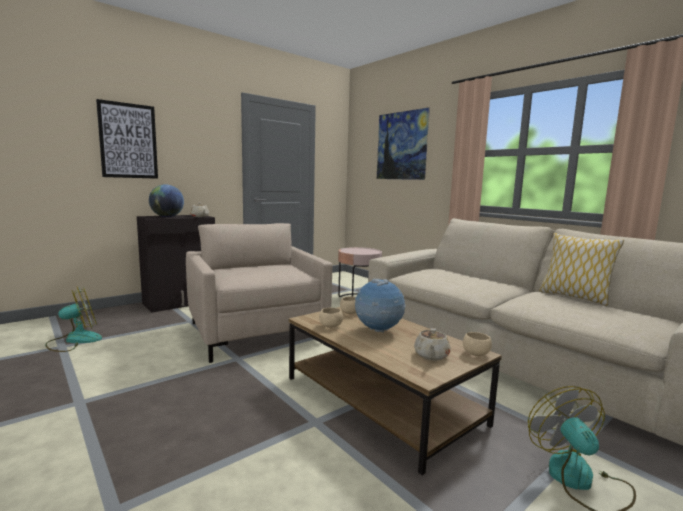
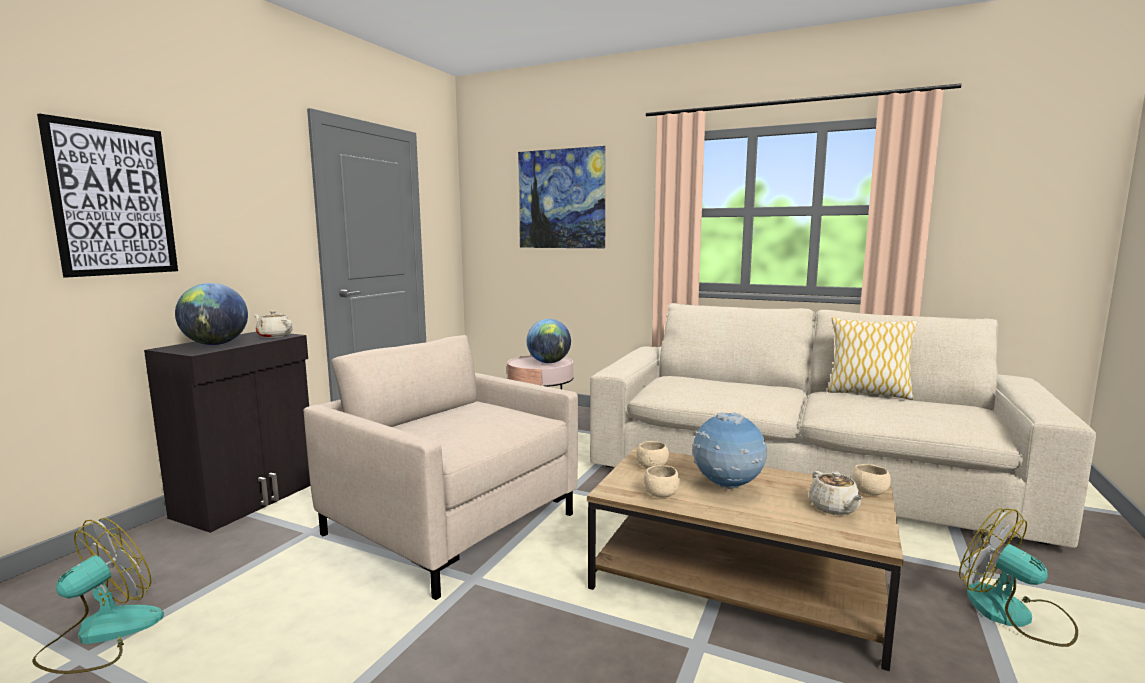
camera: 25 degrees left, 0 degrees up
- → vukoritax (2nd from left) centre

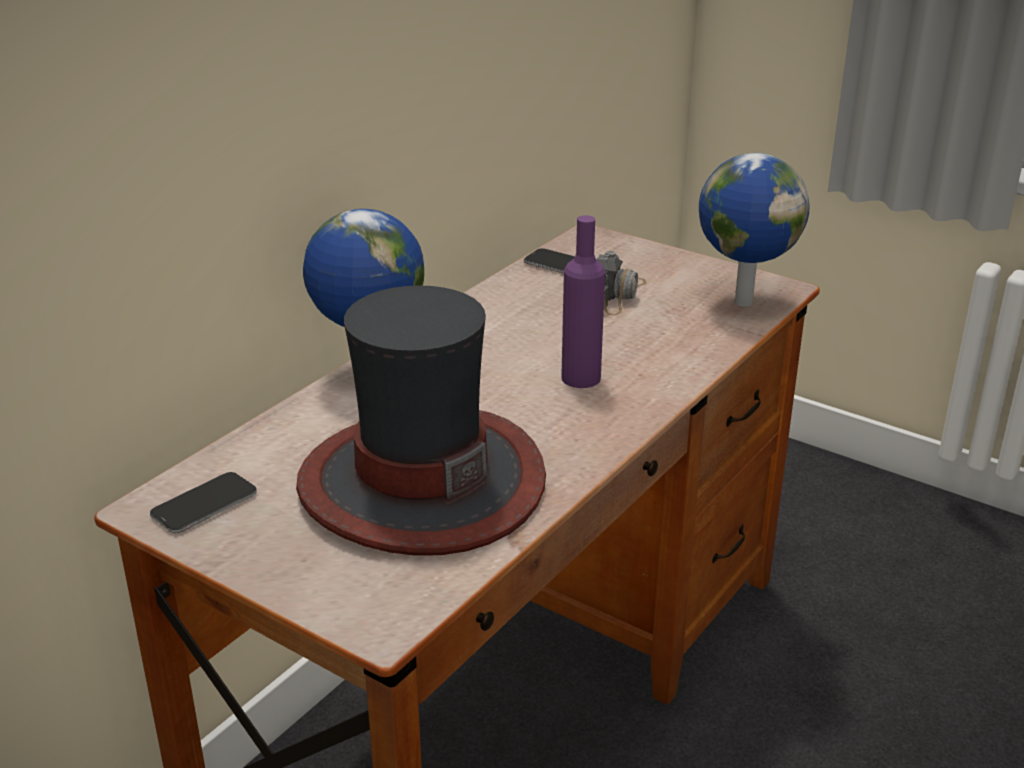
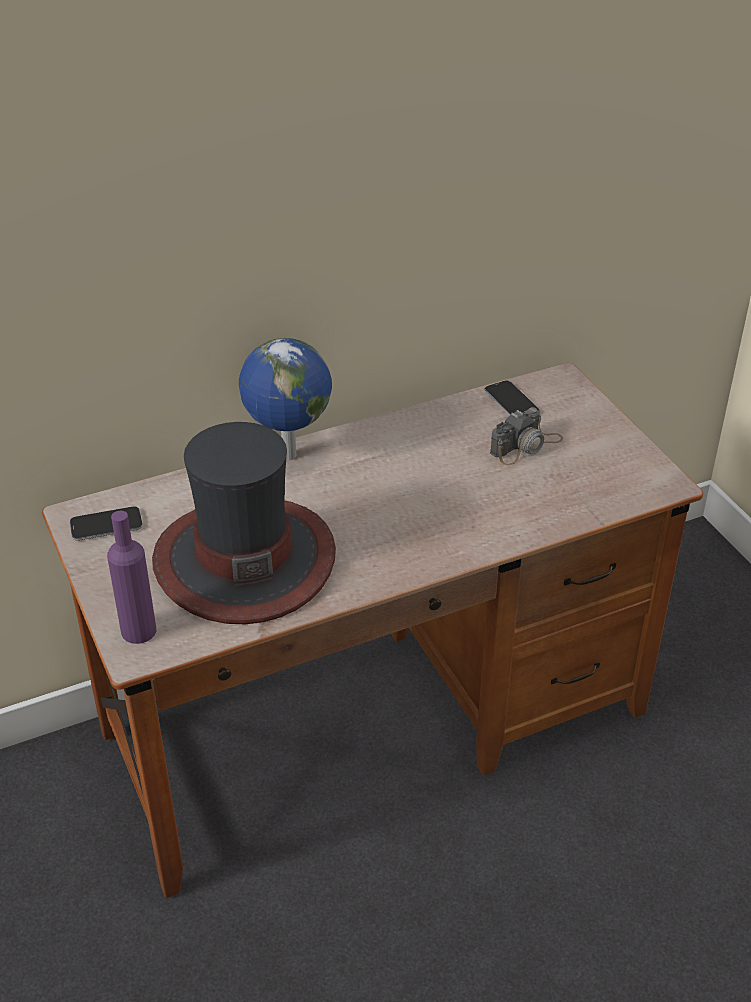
camera: 30 degrees right, 10 degrees up
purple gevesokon centre → purple gevesokon middle left, moved
vukoritax (2nd from left) top right → -

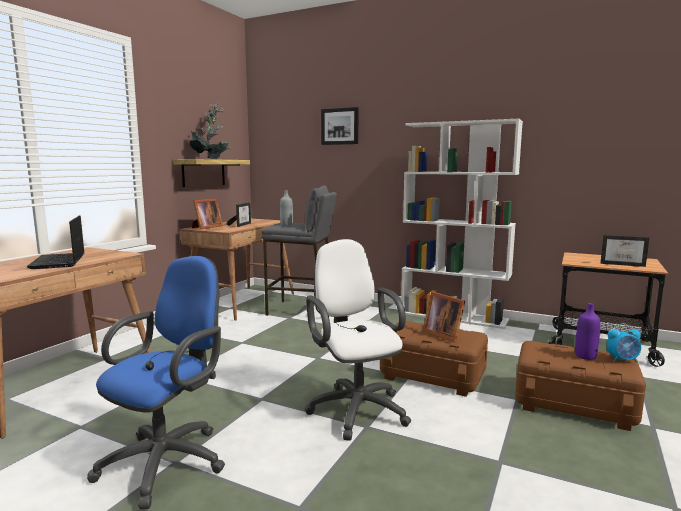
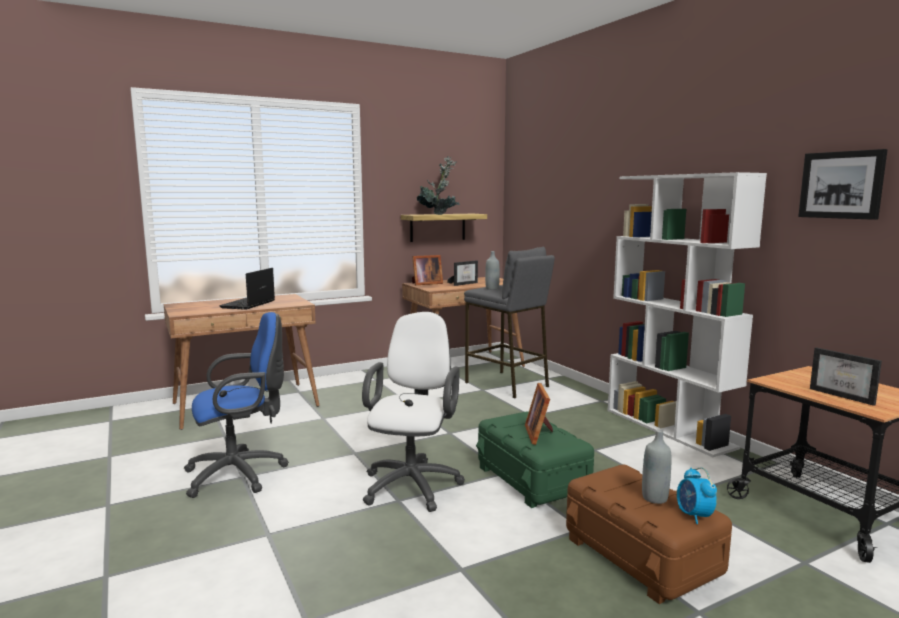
camera: 35 degrees right, 0 degrees up
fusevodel top centre → fusevodel top right, moved
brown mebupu (1st from left) bottom centre → green mebupu bottom centre
purple gevesokon middle right → grey gevesokon (2nd from left) bottom right
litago bottom right, 45 degrees clockwise

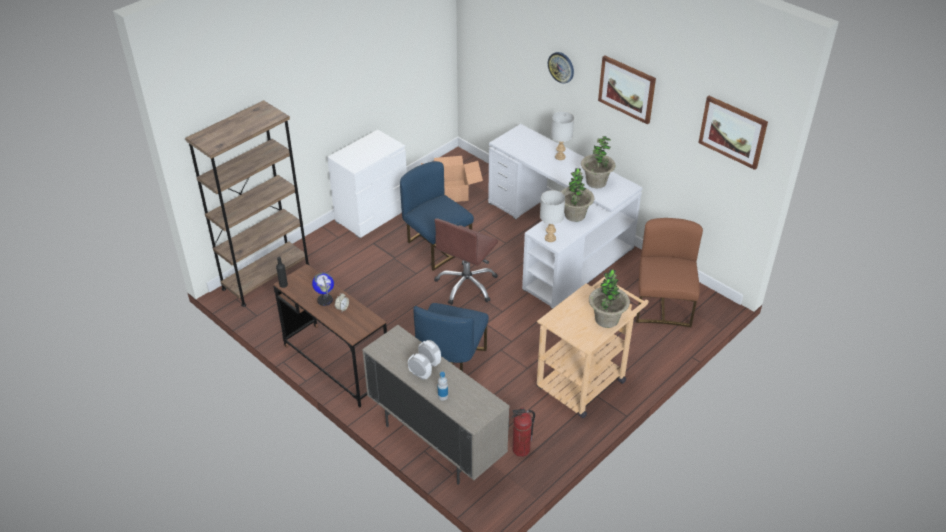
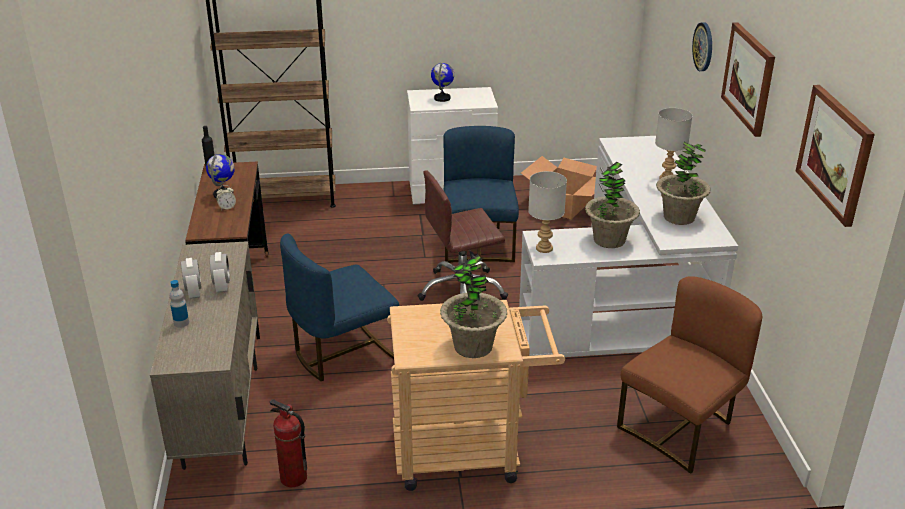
camera: 40 degrees right, 10 degrees down
- → vukoritax (2nd from left) top centre

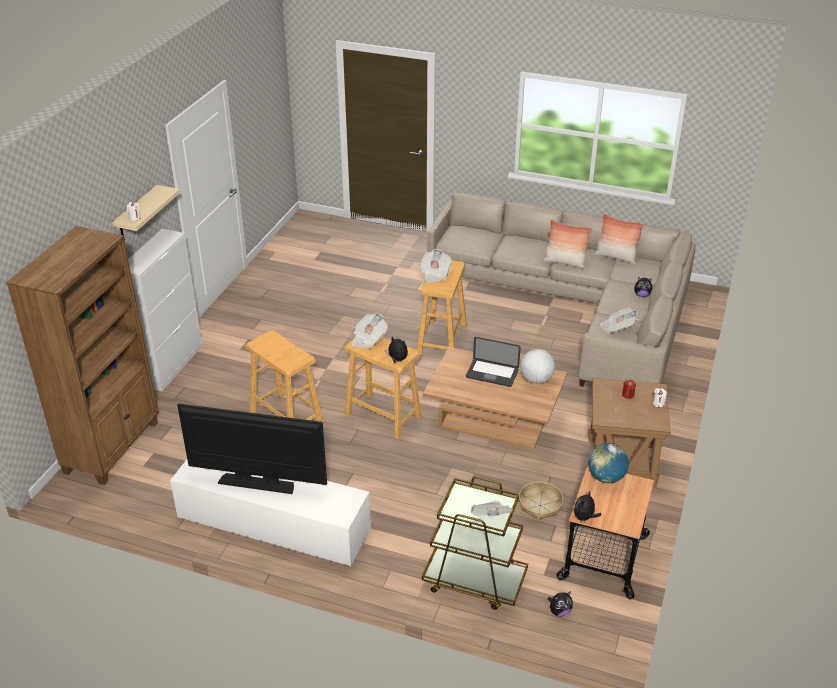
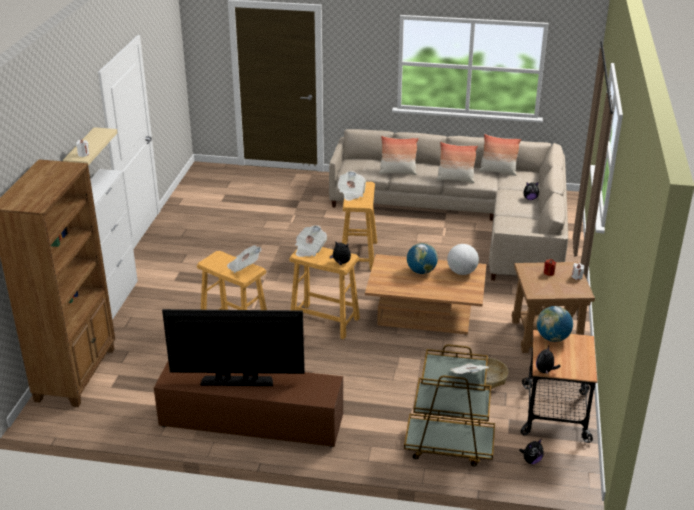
camera: 10 degrees left, 5 degrees down
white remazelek bottom left → brown remazelek bottom centre
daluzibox centre → vukoritax (1st from left) centre
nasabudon (4th from left in the first image) middle right → nasabudon (1st from left) centre, moved
- → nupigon (1st from left) top centre

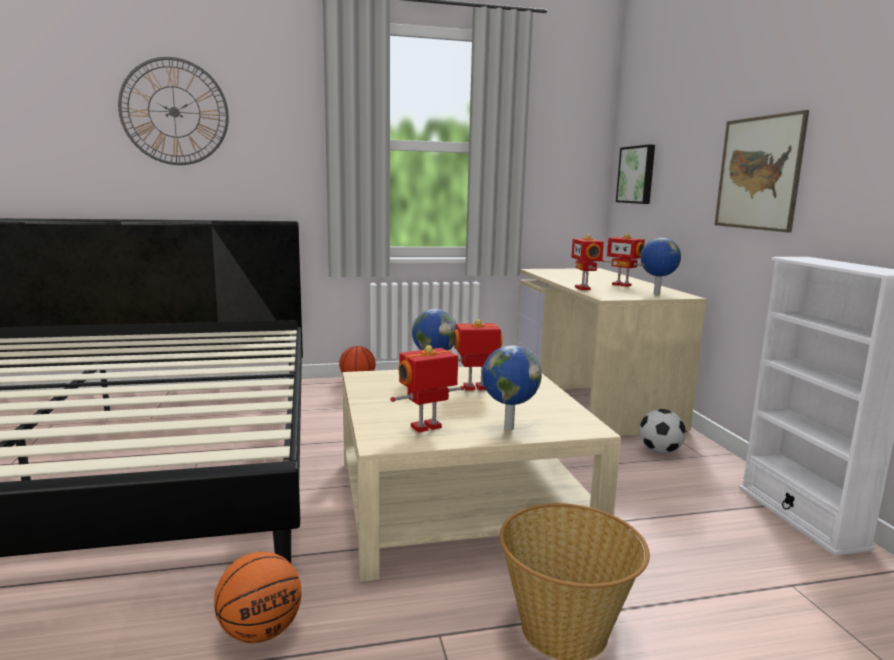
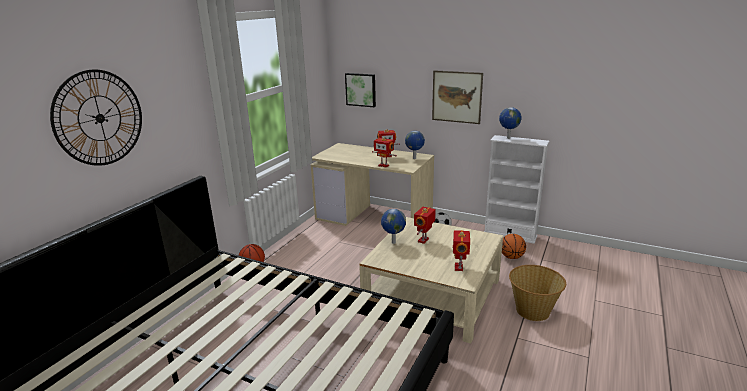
camera: 50 degrees left, 10 degrees up
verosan (1st from left in the first image) bottom left → verosan (2nd from left) middle right, moved
vukoritax (2nd from left in the first image) centre → vukoritax (3rd from left) top right, moved

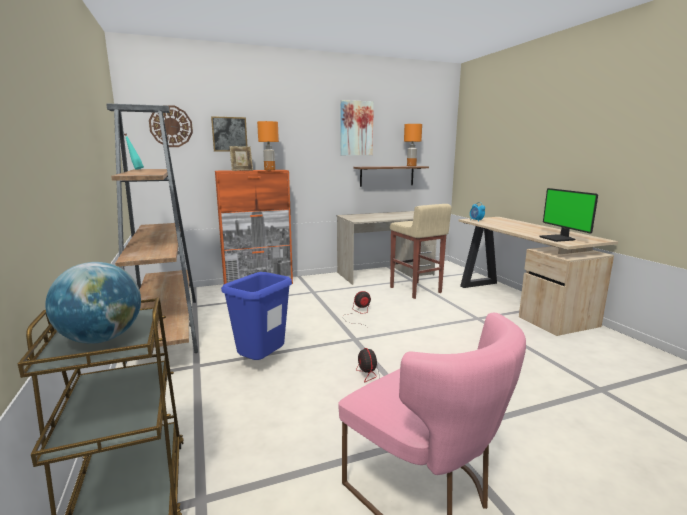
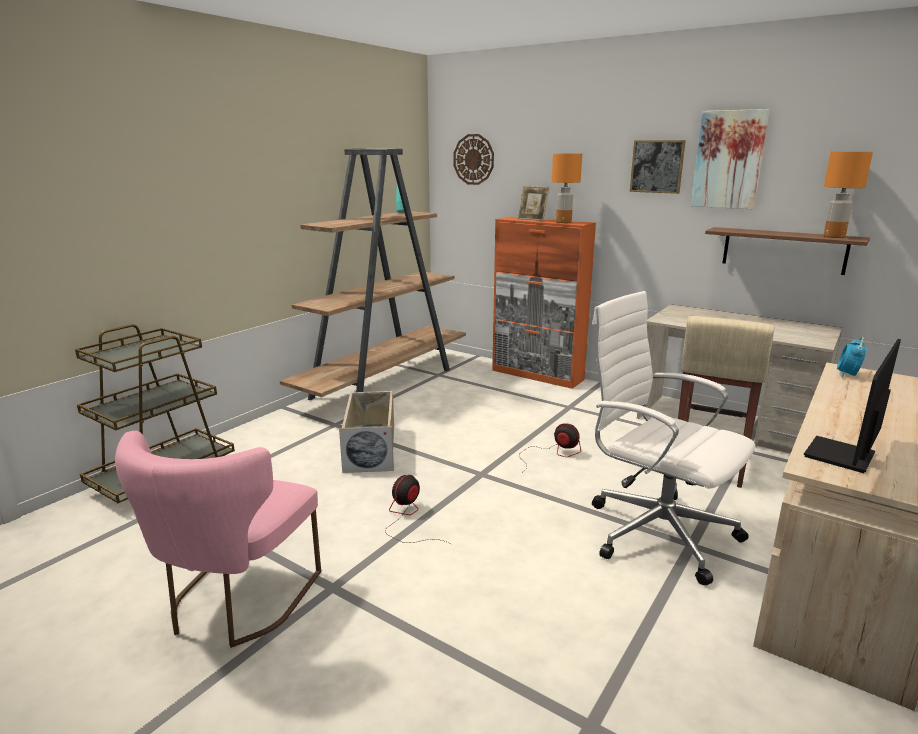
camera: 55 degrees right, 5 degrees up
vukoritax middle left → -
fusevodel (1st from left) top centre → fusevodel (1st from left) top right, moved
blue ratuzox centre → beige mebupu centre
- → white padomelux middle right

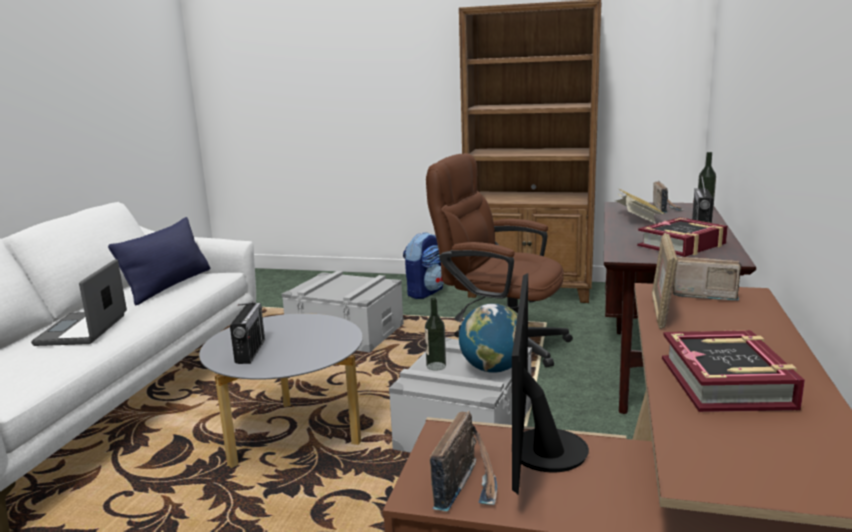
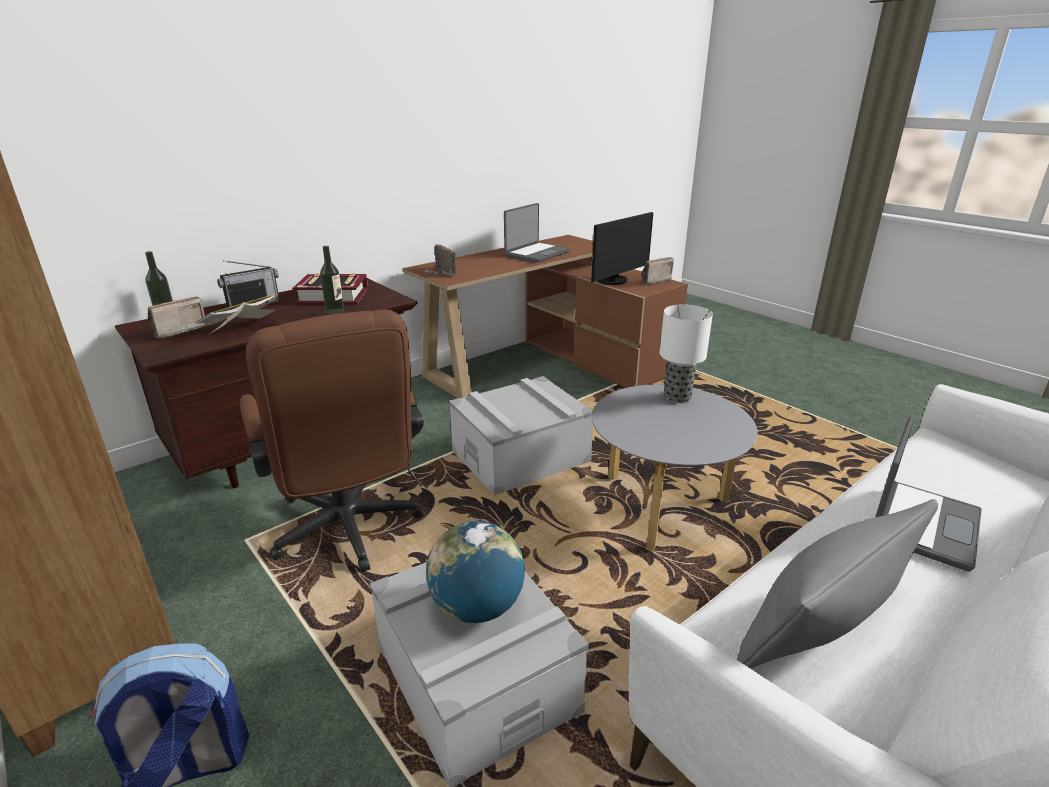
camera: 145 degrees left, 10 degrees up
blue nupigon middle left → grey nupigon bottom right
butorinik (1st from left) middle left → -
gevesokon (1st from left in the first image) centre → gevesokon (2nd from left) middle left, moved
vukoritax centre → vukoritax bottom centre, moved
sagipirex middle right → -
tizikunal (3rd from left) bottom right → daluzibox (1st from left) top centre
- → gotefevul centre

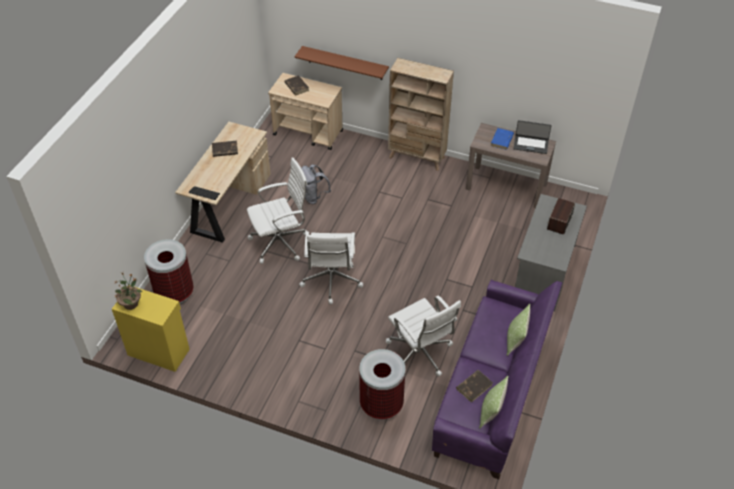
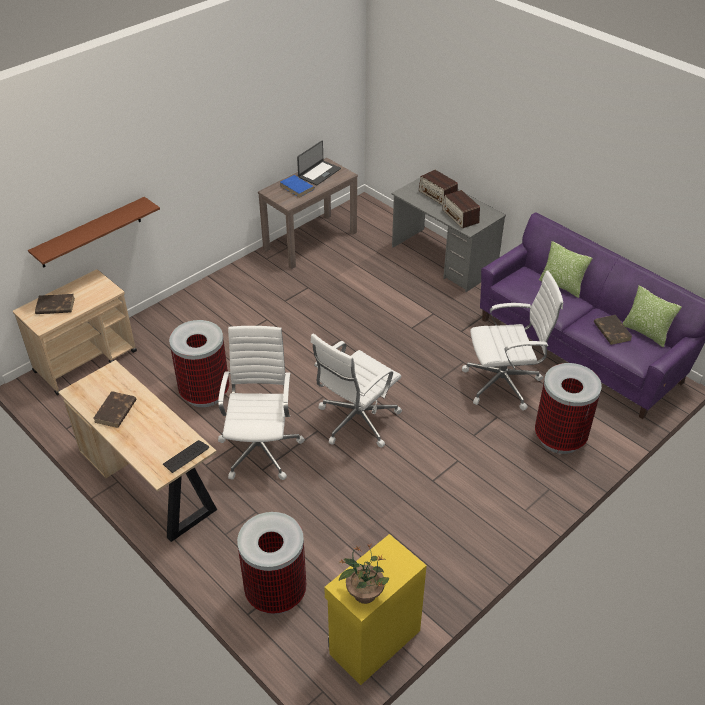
camera: 65 degrees left, 5 degrees down
white padomelux (2nd from left) centre, 105 degrees clockwise
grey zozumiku centre → ratuzox (1st from left) middle left
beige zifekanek top centre → -
- → butorinik (2nd from left) top centre

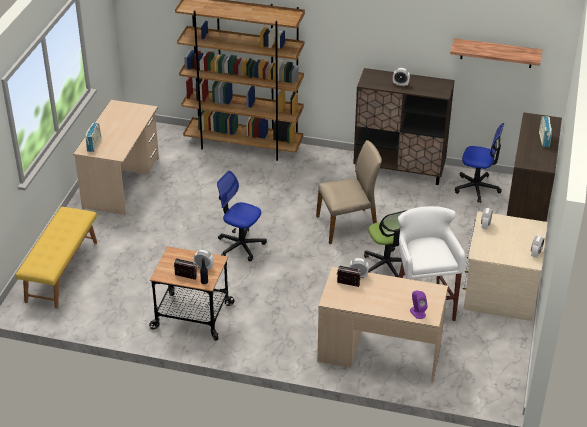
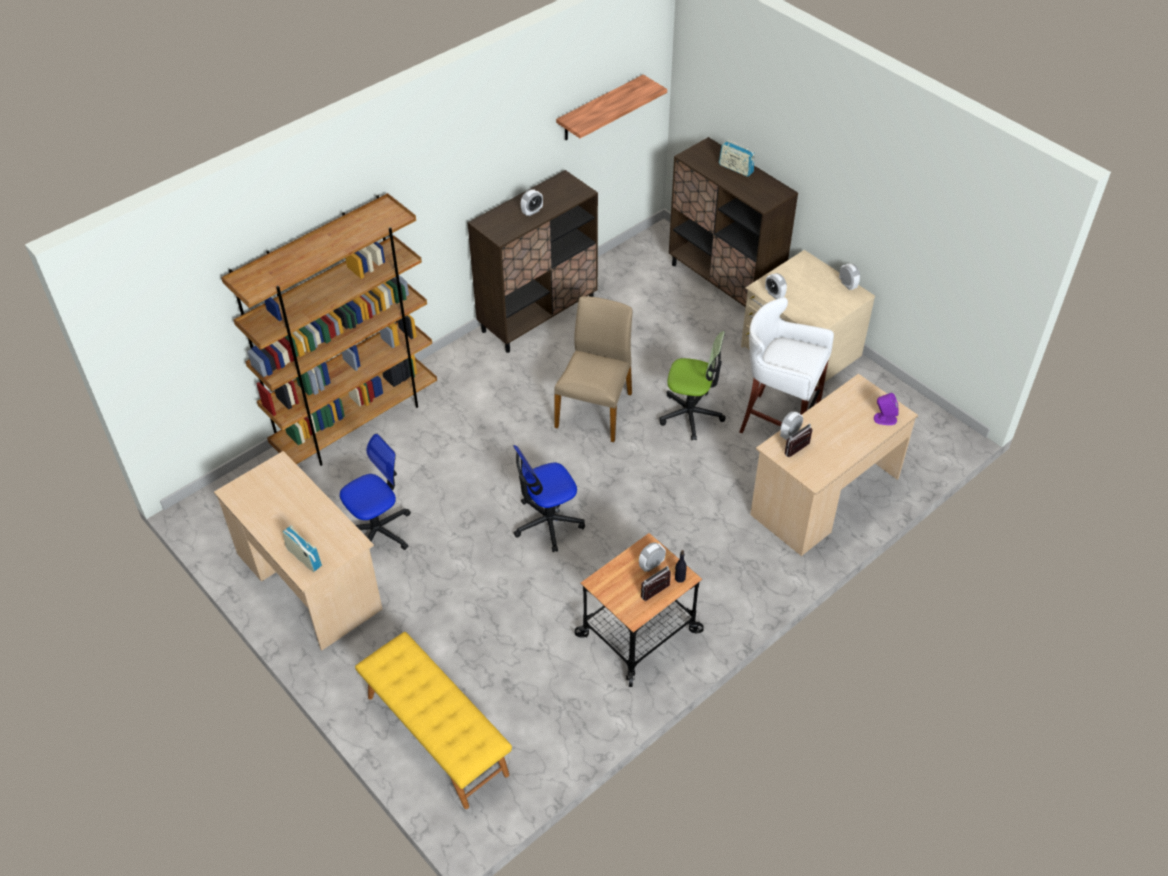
camera: 55 degrees left, 10 degrees up
padomelux (3rd from left in the first image) middle right → padomelux (1st from left) middle left, moved

